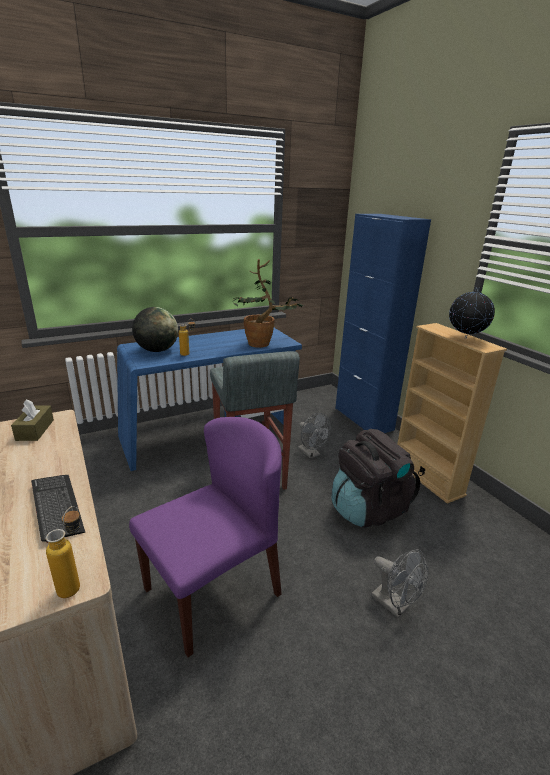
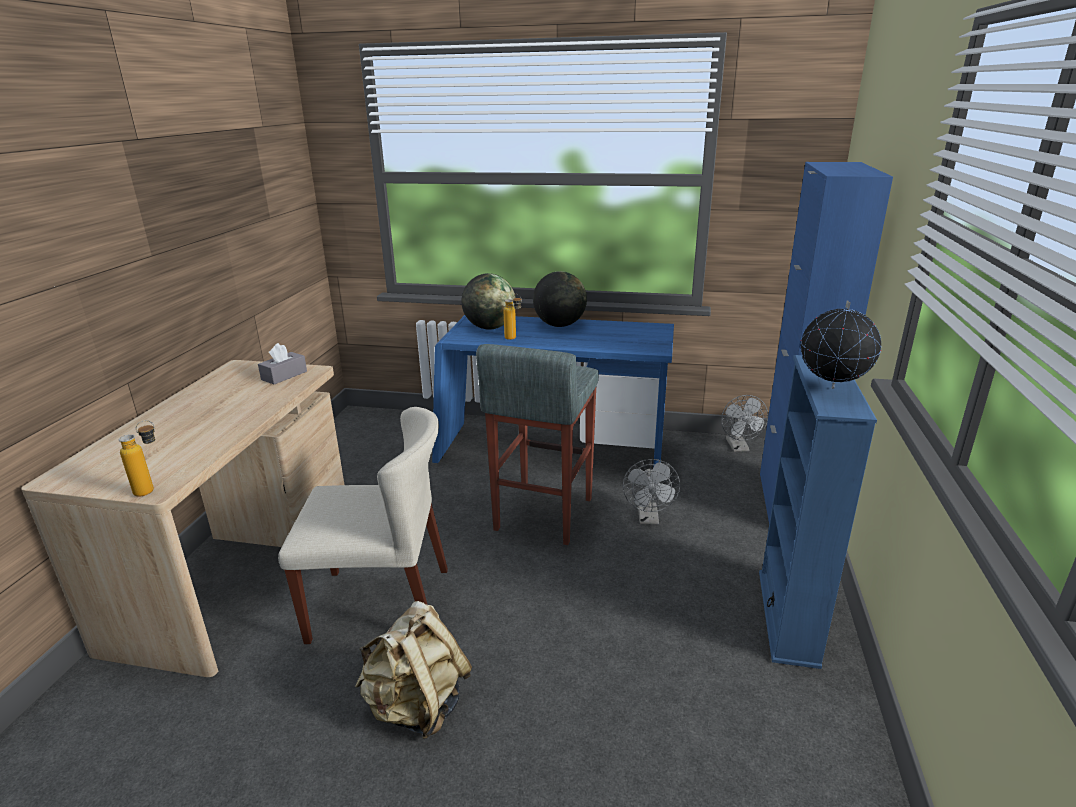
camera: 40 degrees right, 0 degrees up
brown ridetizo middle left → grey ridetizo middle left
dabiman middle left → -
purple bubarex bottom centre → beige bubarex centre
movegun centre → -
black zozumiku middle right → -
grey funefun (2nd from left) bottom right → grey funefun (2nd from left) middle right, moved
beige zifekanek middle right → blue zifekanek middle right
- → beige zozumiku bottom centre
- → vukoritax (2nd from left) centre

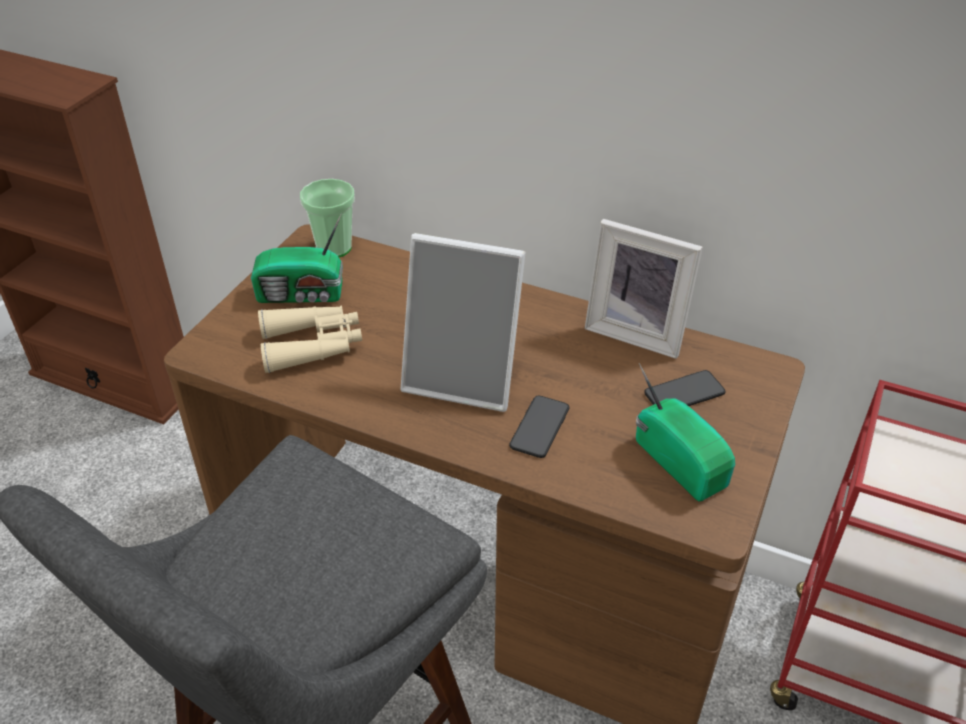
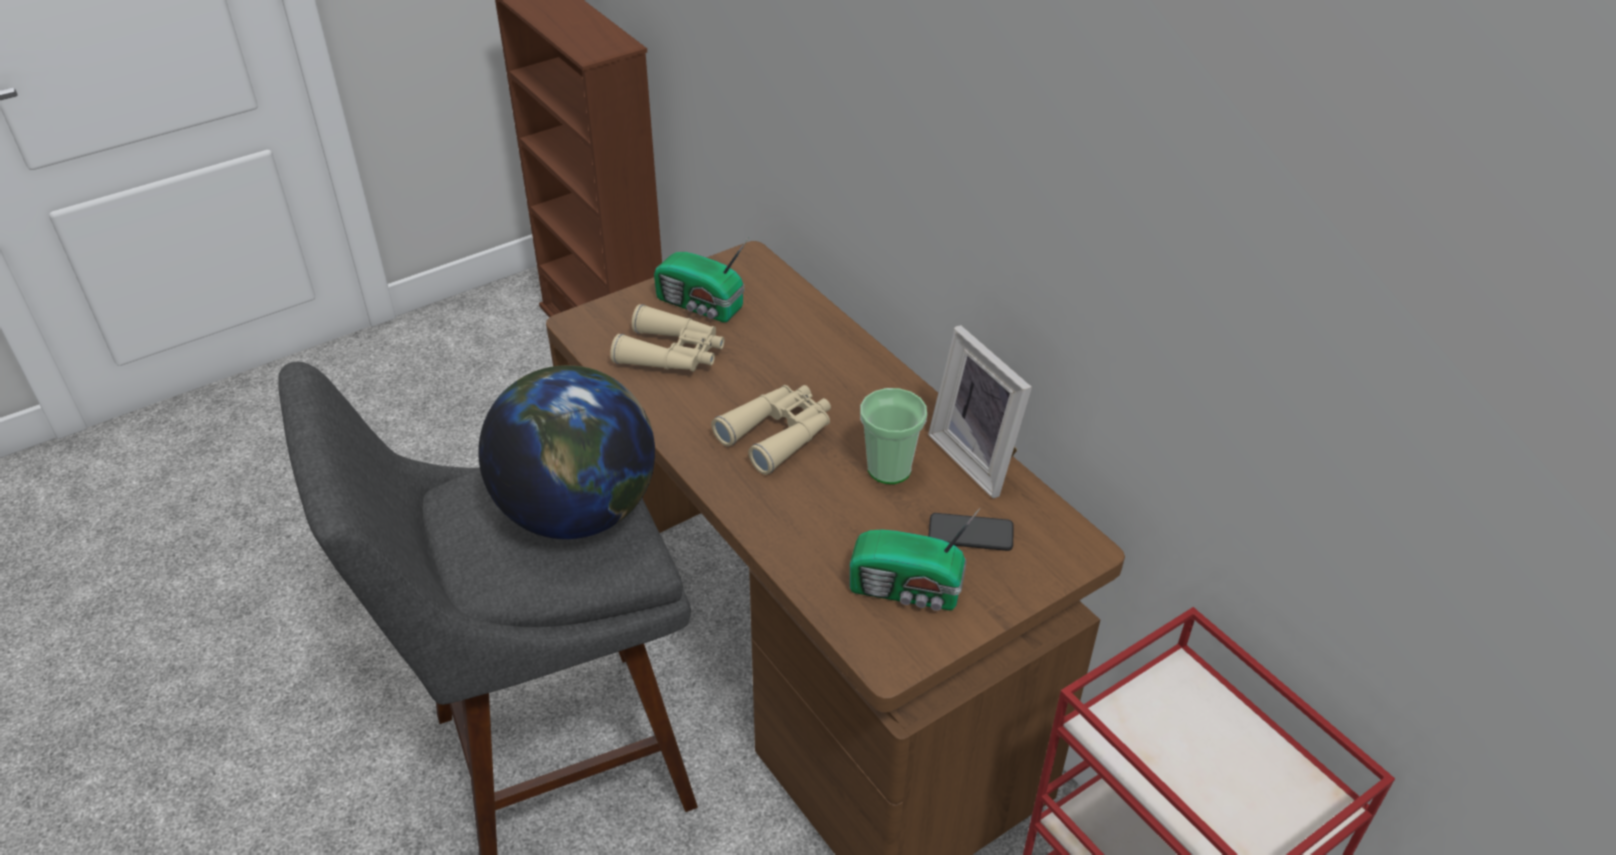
camera: 30 degrees right, 0 degrees up
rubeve top centre → rubeve centre, moved
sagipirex (1st from left) centre → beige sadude (2nd from left) centre
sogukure (1st from left) centre → -
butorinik (2nd from left) middle right → butorinik (2nd from left) centre, 105 degrees clockwise
- → vukoritax centre

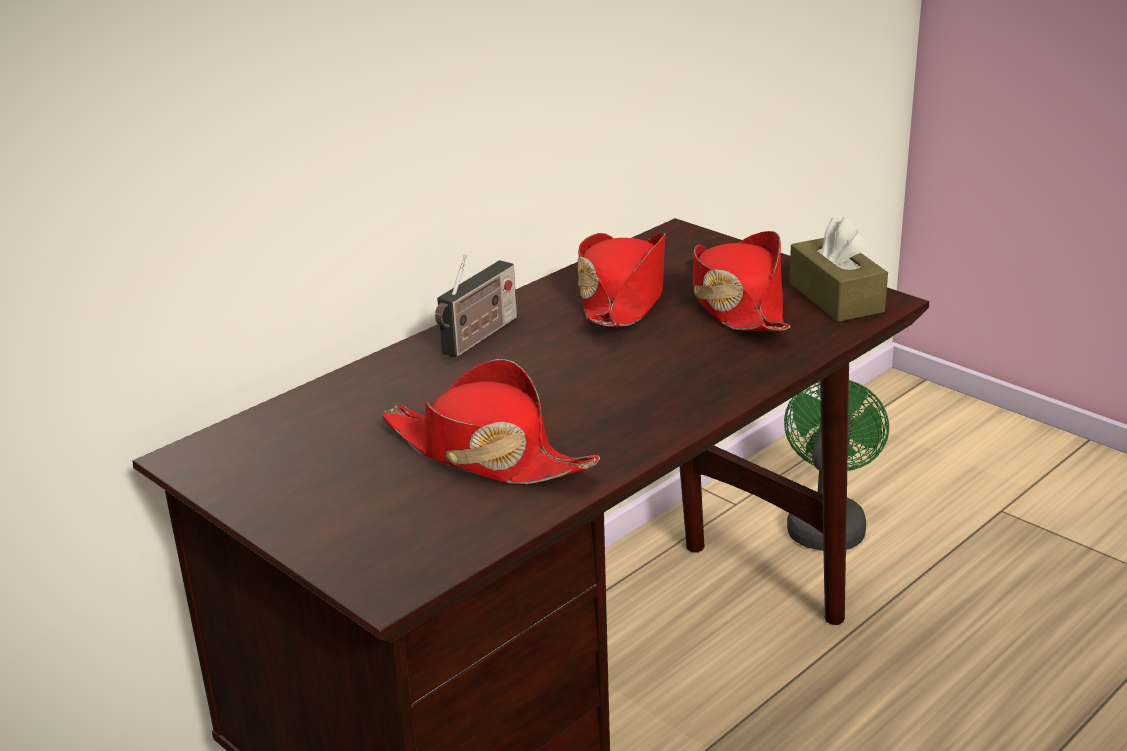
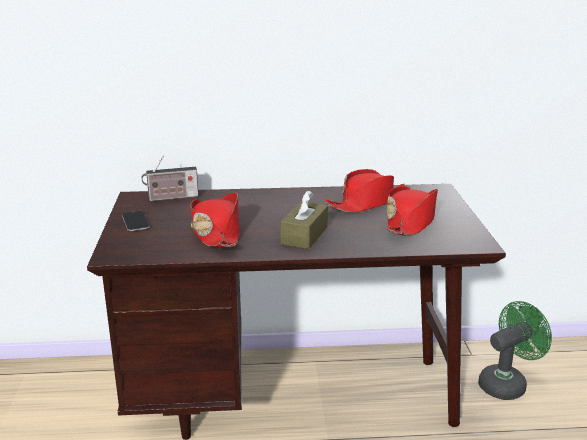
camera: 40 degrees right, 5 degrees down
butorinik centre → butorinik middle left, moved
brown ridetizo middle right → brown ridetizo centre, moved
- → sogukure middle left

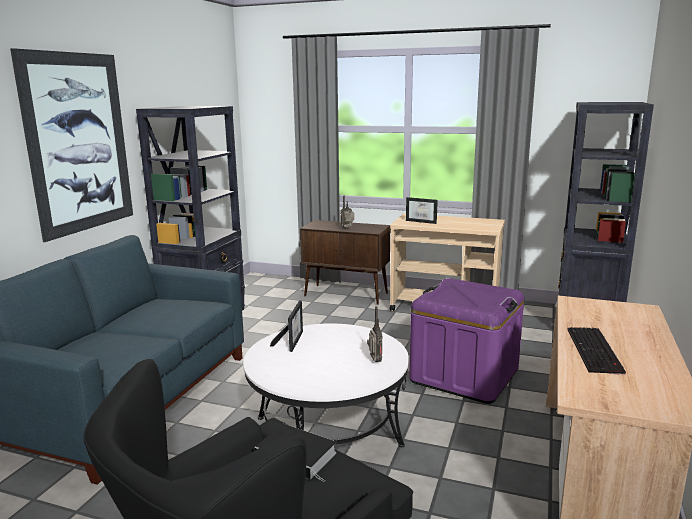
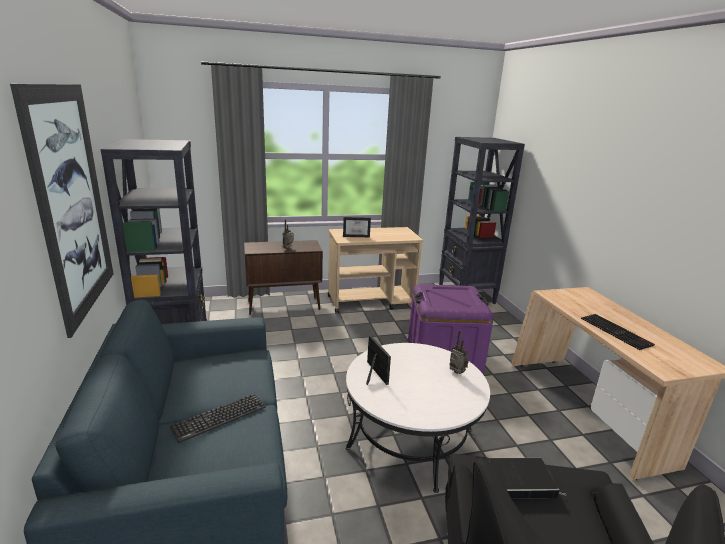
camera: 35 degrees left, 5 degrees up
- → dabiman (1st from left) bottom left

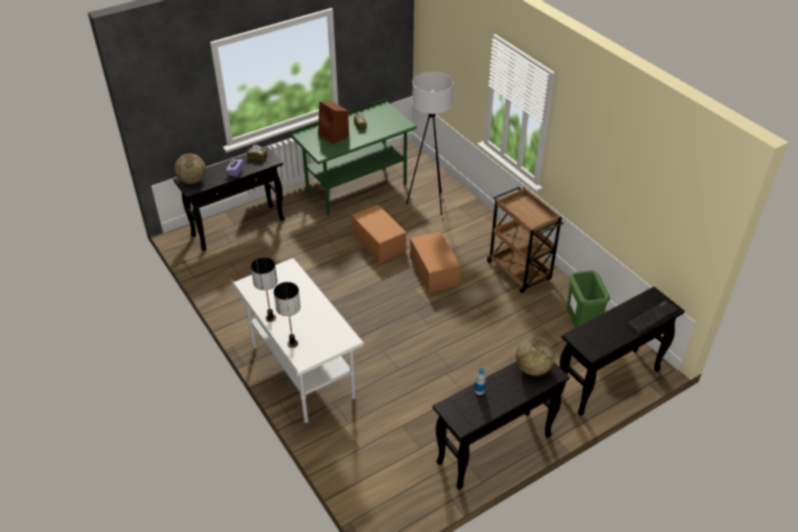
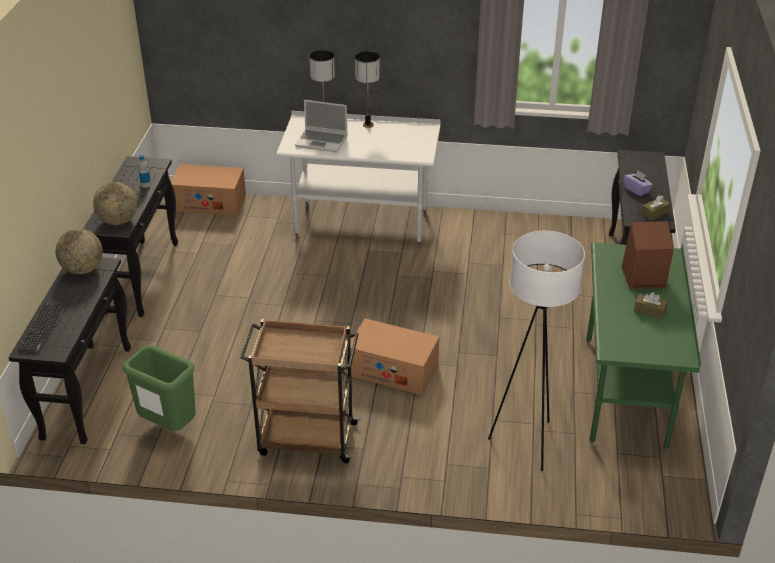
camera: 130 degrees right, 5 degrees down
vukoritax (1st from left) top left → vukoritax (1st from left) middle left, moved
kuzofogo (1st from left) centre → kuzofogo (1st from left) middle left, moved
- → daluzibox top centre

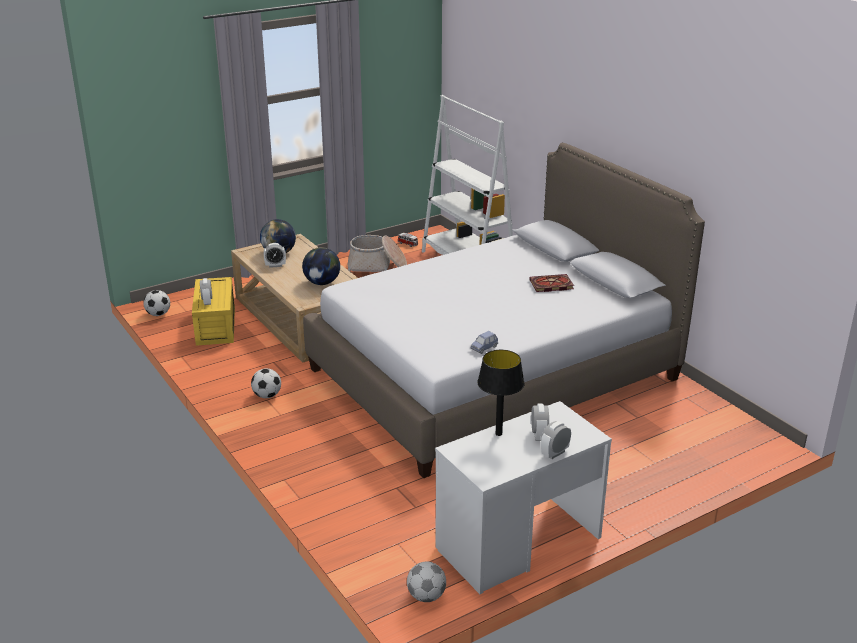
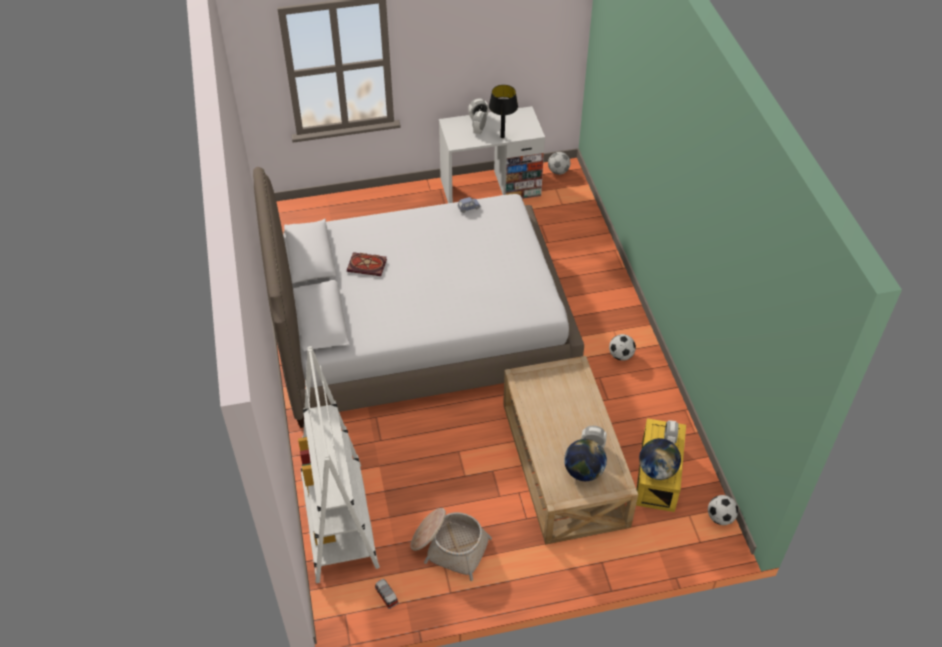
camera: 160 degrees left, 20 degrees up
vukoritax (2nd from left) centre → vukoritax (2nd from left) bottom right, moved

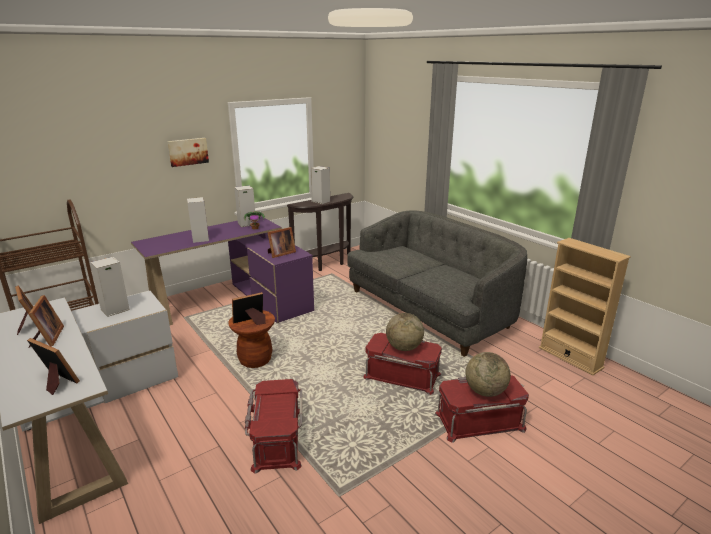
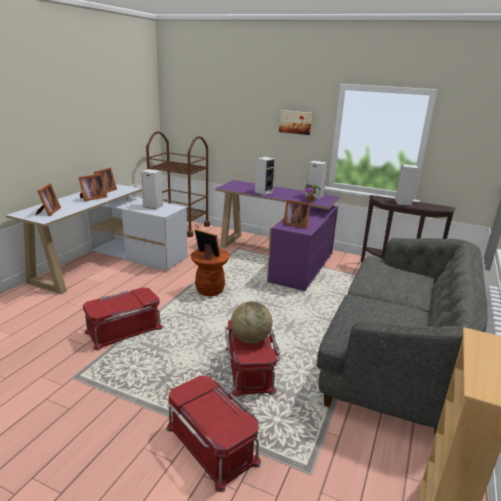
camera: 60 degrees right, 0 degrees up
vukoritax (2nd from left) bottom right → -

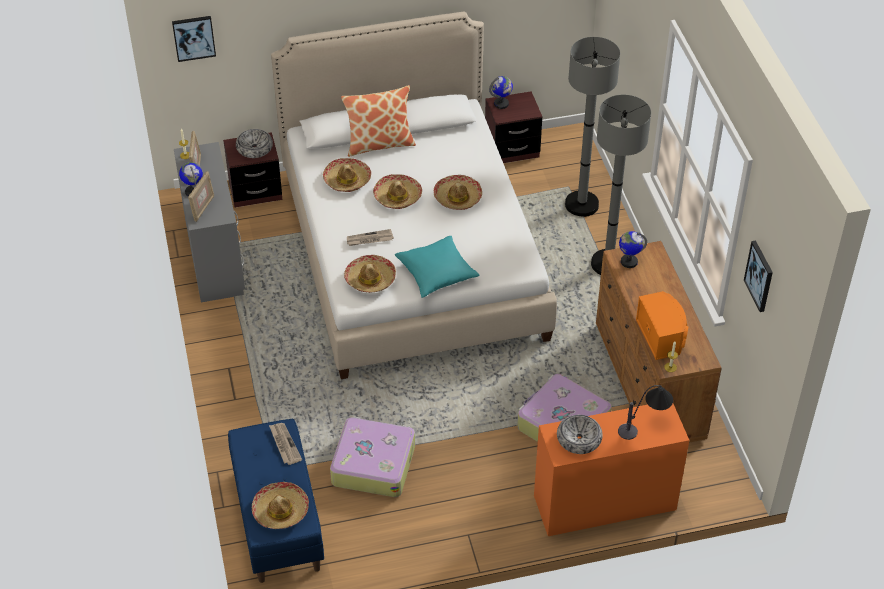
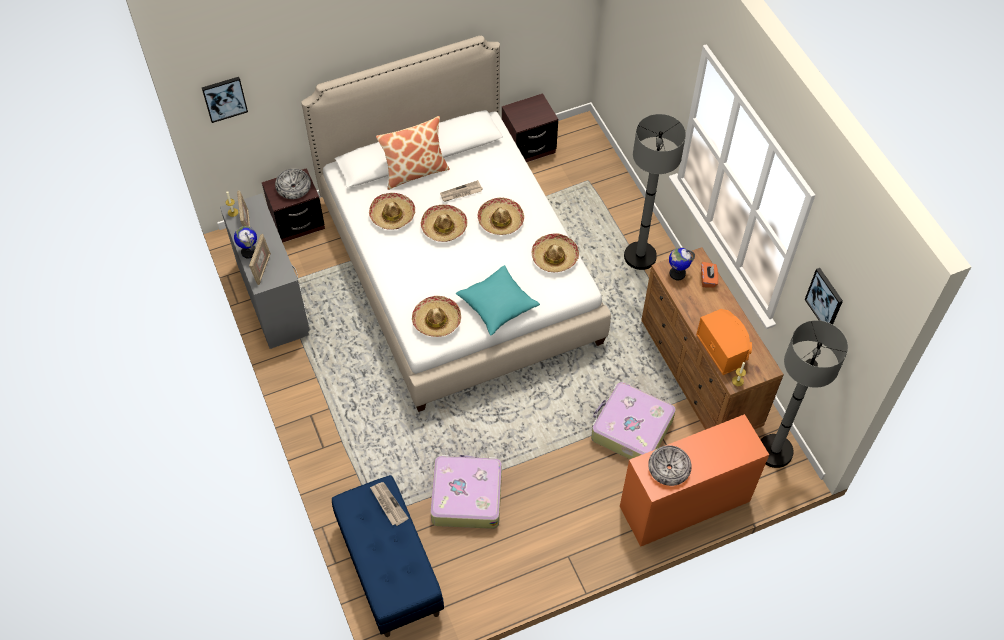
camera: 10 degrees left, 10 degrees up
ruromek (1st from left in the first image) bottom left → ruromek (5th from left) centre, moved
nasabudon (2nd from left) centre → nasabudon (2nd from left) top centre, moved
vukoritax (2nd from left) top centre → -
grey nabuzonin (1st from left in the first image) top right → grey nabuzonin (2nd from left) middle right, moved
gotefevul bottom right → -
- → orange ridetizo middle right

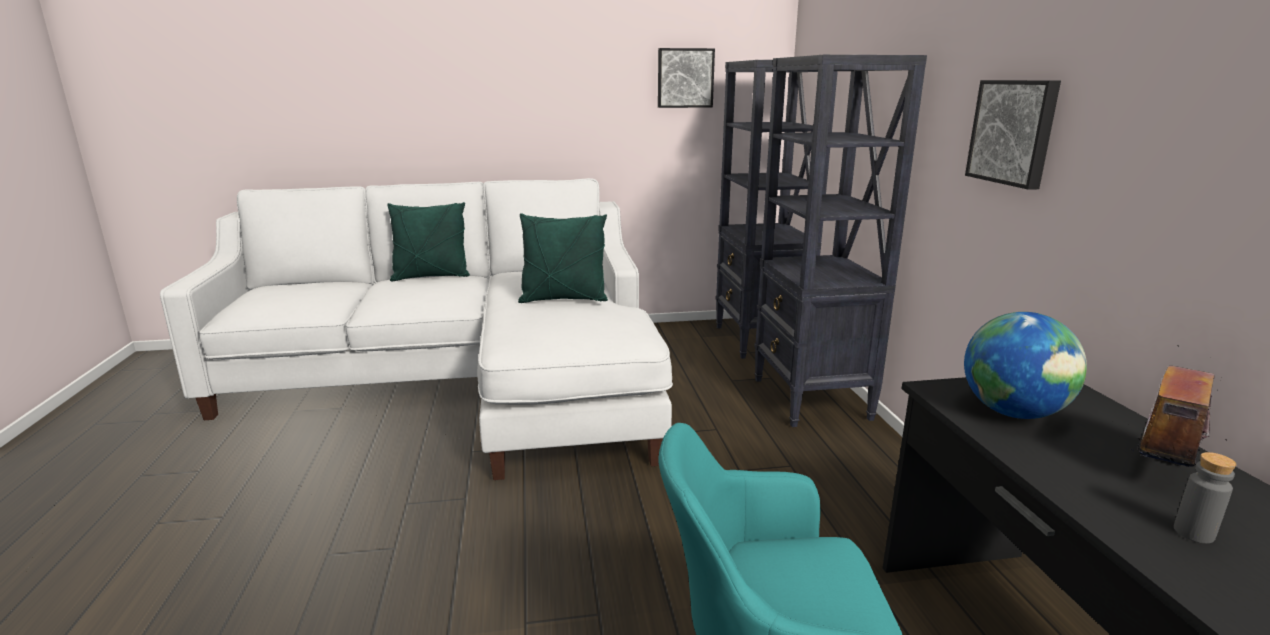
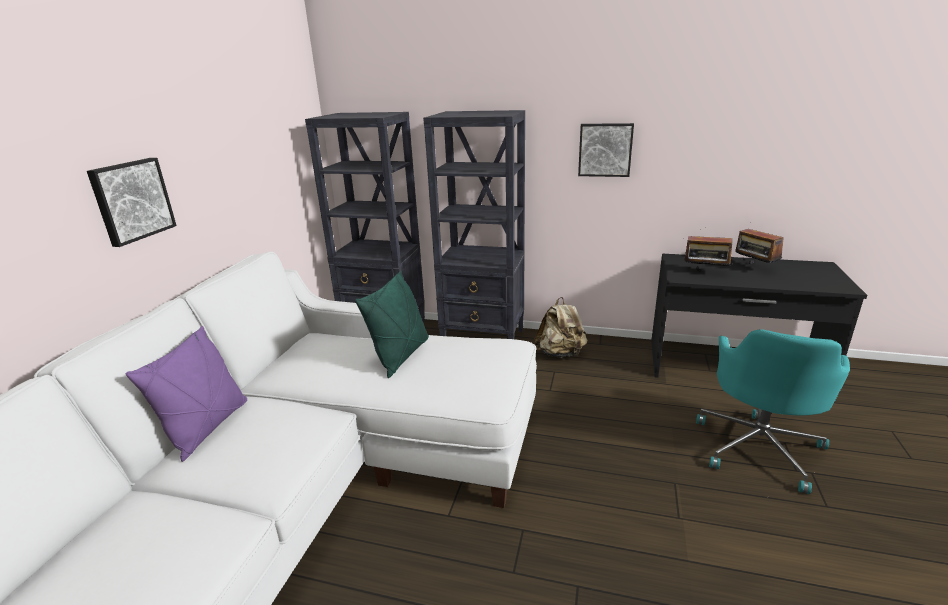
camera: 65 degrees left, 5 degrees up
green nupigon (1st from left) centre → purple nupigon middle left
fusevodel (1st from left) top centre → fusevodel (1st from left) middle left, moved
vukoritax middle right → butorinik (1st from left) middle right
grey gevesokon bottom right → -
- → beige zozumiku centre

